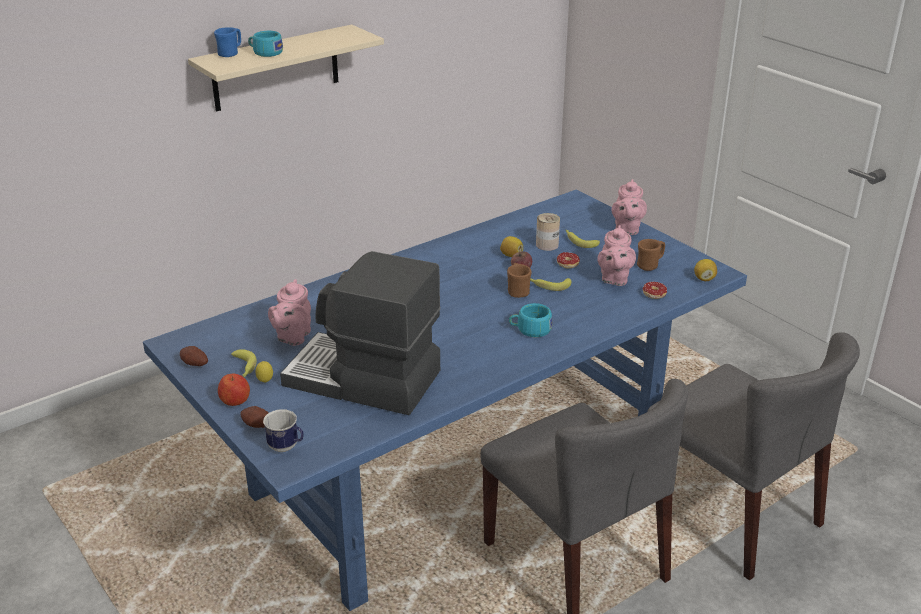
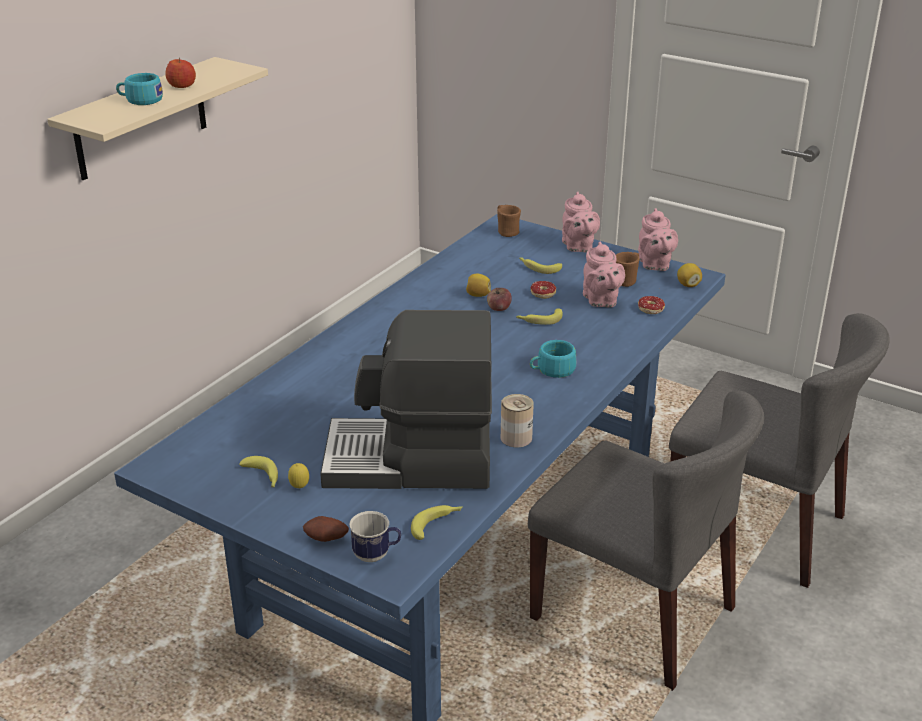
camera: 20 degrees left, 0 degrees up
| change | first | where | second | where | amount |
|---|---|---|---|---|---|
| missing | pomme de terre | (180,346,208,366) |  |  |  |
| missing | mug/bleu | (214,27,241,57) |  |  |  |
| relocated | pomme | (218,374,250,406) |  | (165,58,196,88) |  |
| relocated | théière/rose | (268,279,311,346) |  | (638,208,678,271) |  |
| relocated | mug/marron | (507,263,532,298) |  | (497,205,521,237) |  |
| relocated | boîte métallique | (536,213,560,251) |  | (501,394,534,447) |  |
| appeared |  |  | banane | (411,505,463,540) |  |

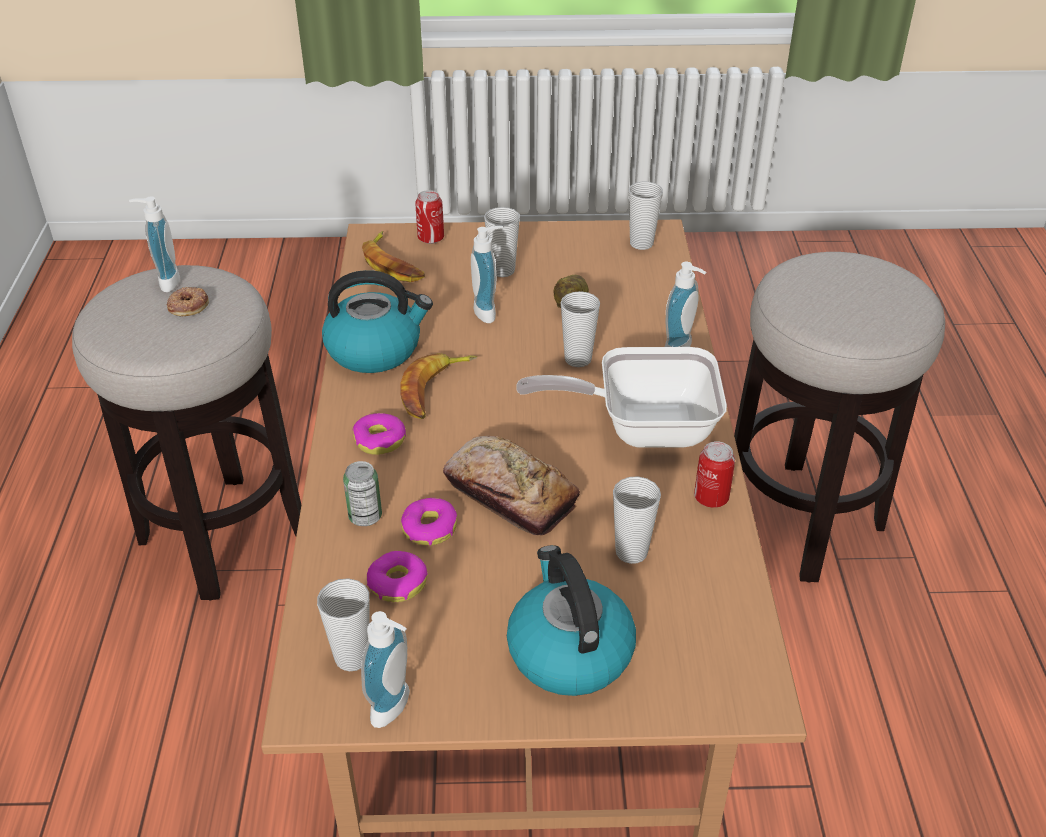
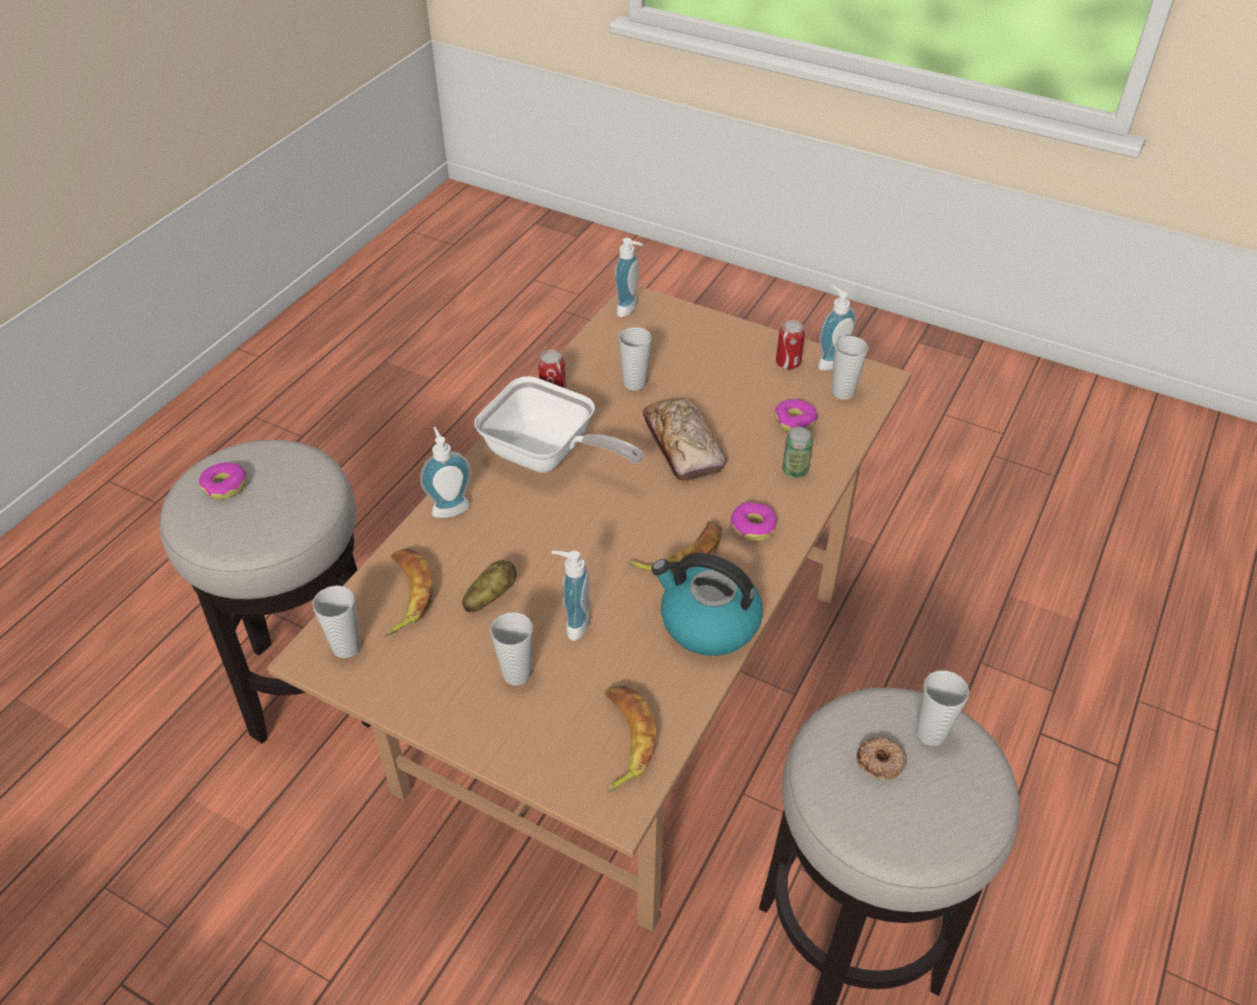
camera: 150 degrees left, 5 degrees up
| change | first | where | second | where | amount |
|---|---|---|---|---|---|
| relocated | distributeur de savon | (129,196,180,292) |  | (615,238,643,317) |  |
| relocated | beignet | (401,498,457,546) |  | (199,462,247,499) |  |
| relocated | boîte métallique | (415,190,444,244) |  | (776,320,805,369) |  |
| missing | bouilloire | (507,545,636,696) |  |  |  |
| relocated | tasse | (561,291,600,367) |  | (916,670,970,746) |  |
| appeared |  |  | banane | (384,549,433,636) |  |

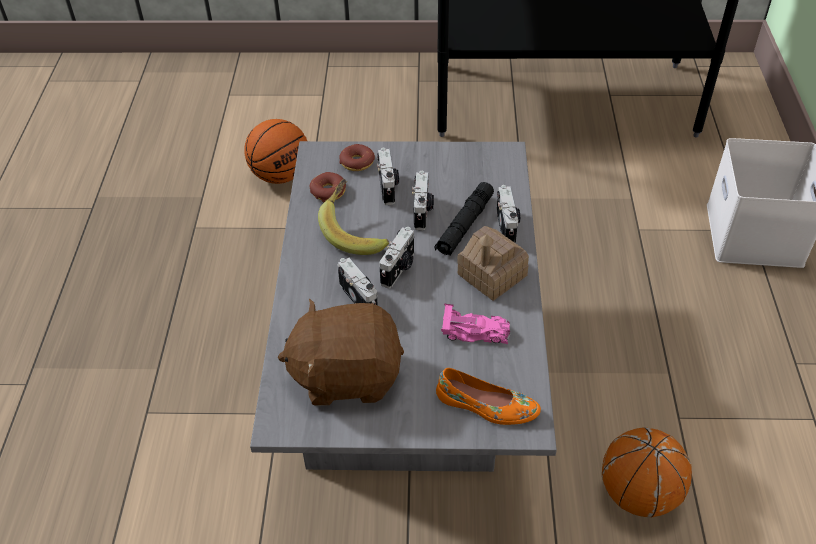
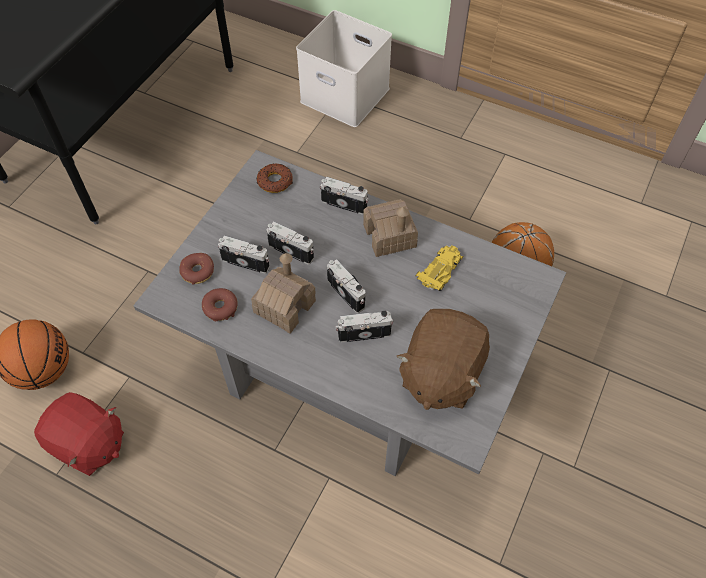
camera: 65 degrees left, 10 degrees up
| change | first | where | second | where | amount |
|---|---|---|---|---|---|
| exchanged | banane | (318,179,389,255) | maison miniature | (251,253,316,334) |  |
| missing | lampe de poche/noir | (434,182,494,256) |  |  |  |
| missing | chaussure/orange | (436,368,541,425) |  |  |  |
| colour | petite voiture/rose | (441,304,510,344) | petite voiture/jaune | (415,245,463,291) |  |
| appeared |  |  | peluche/rouge | (34,392,124,476) |  |
| appeared |  |  | beignet | (257,163,293,193) |  |

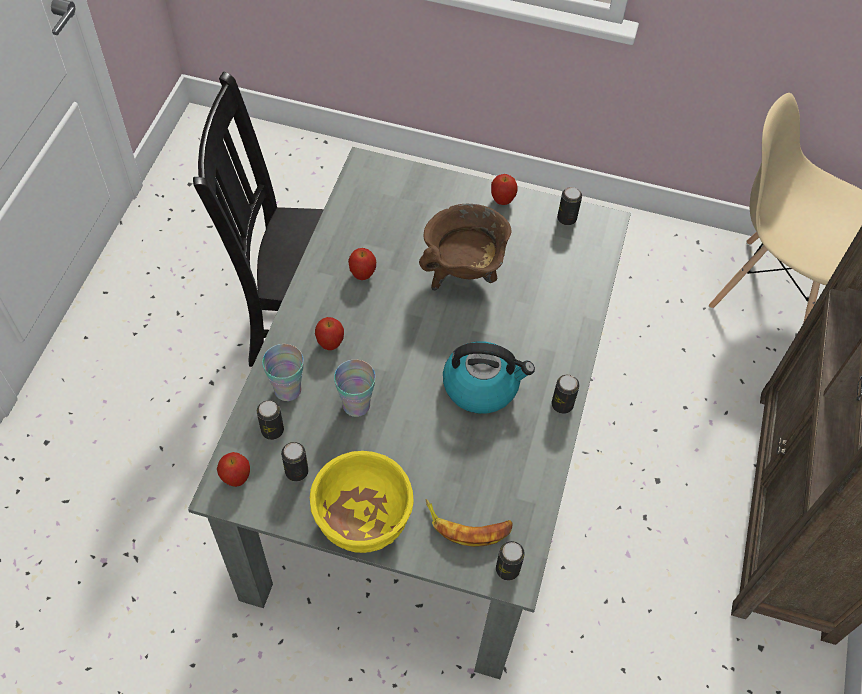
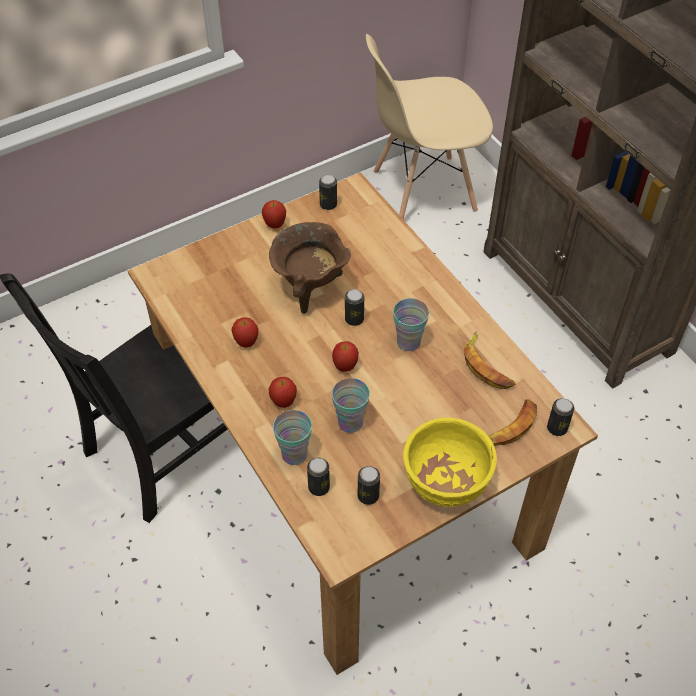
camera: 45 degrees left, 5 degrees down
| change | first | where | second | where | amount |
|---|---|---|---|---|---|
| colour | table à manger/gris | (188,147,631,679) | table à manger/marron | (128,172,598,675) |  |
| relocated | pomme | (217,452,250,487) |  | (332,341,359,372) |  |
| exchanged | bouilloire | (443,341,535,414) | tasse | (393,298,429,351) |  |
| relocated | boîte métallique | (552,375,580,414) |  | (345,289,364,326) |  |
| appeared |  |  | banane | (464,331,515,389) |  |

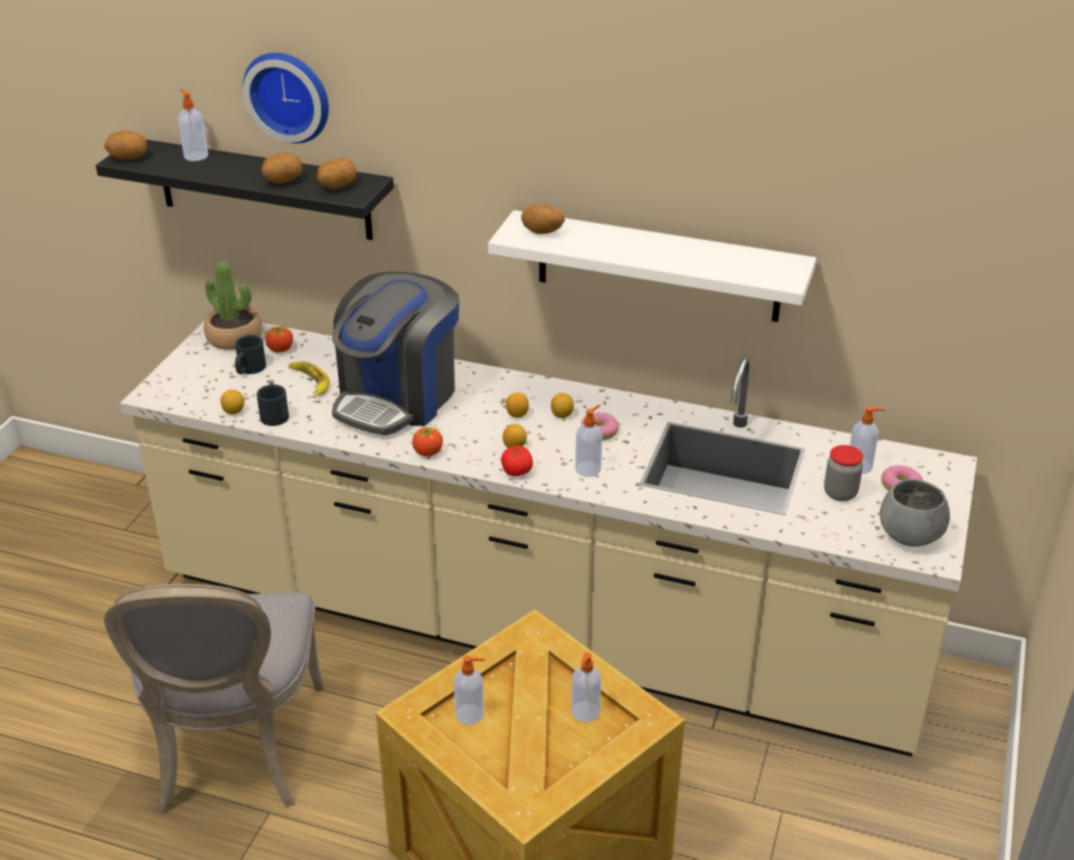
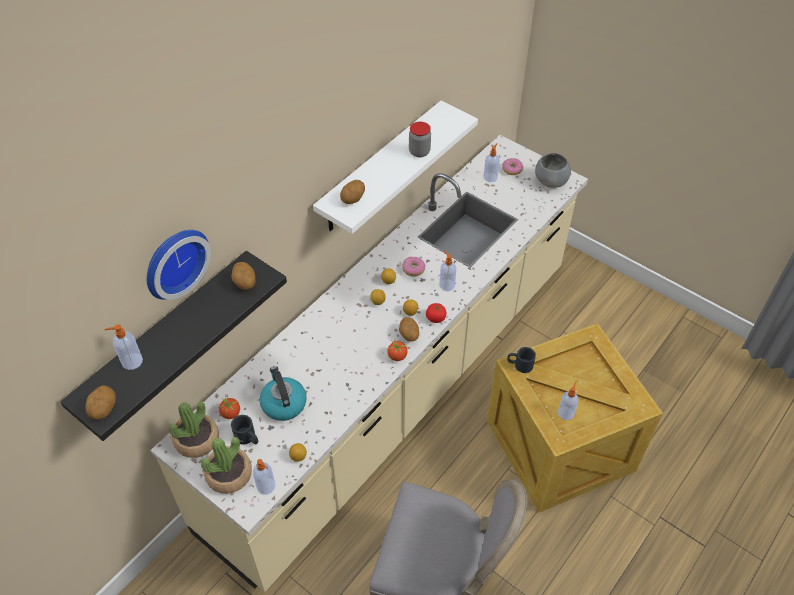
camera: 70 degrees left, 15 degrees up
| change | first | where | second | where | amount |
|---|---|---|---|---|---|
| relocated | mug/noir | (257,383,289,426) |  | (507,347,536,373) |  |
| relocated | pomme de terre | (261,153,302,183) |  | (399,317,419,342) |  |
| exchanged | banane | (288,361,330,398) | bouilloire | (259,366,307,421) |  |
| missing | machine à café | (332,272,459,436) |  |  |  |
| relocated | distributeur de savon | (571,652,601,722) |  | (253,459,276,495) |  |
| relocated | bocal | (824,445,863,501) |  | (409,122,431,157) |  |
| appeared |  |  | plante en pot | (201,437,252,494) |  |

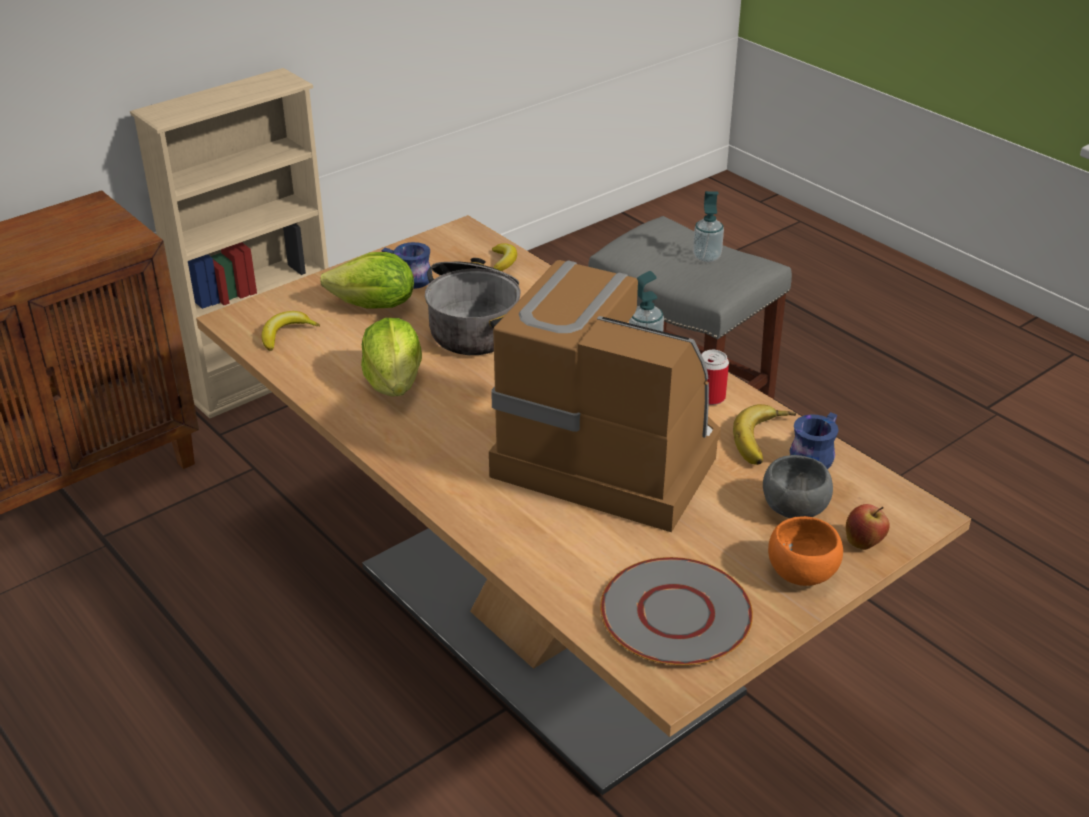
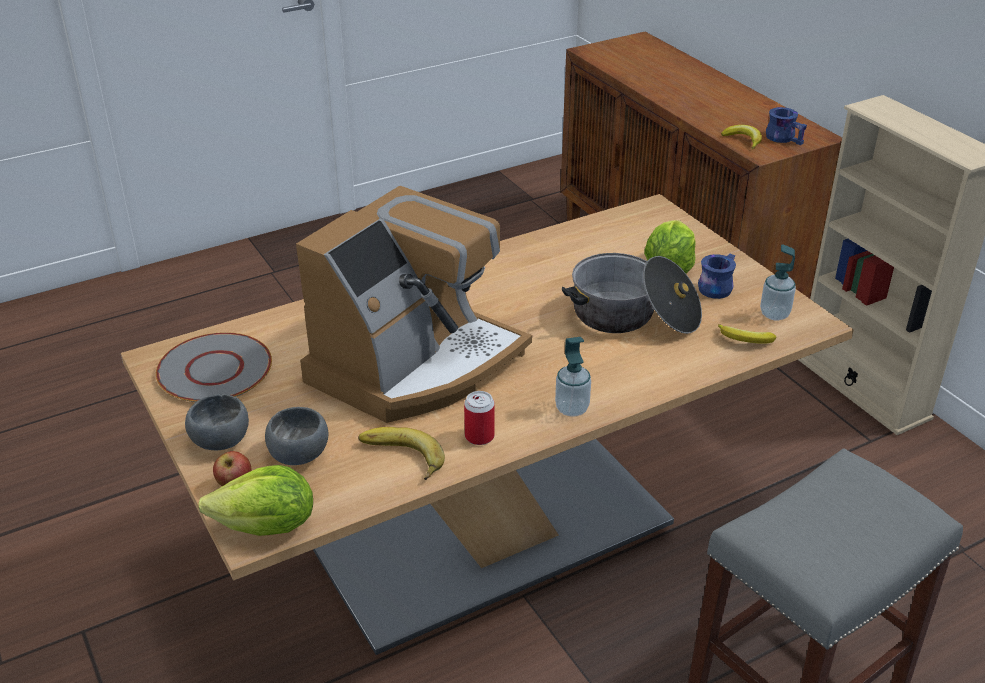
camera: 100 degrees right, 0 degrees up
| change | first | where | second | where | amount |
|---|---|---|---|---|---|
| relocated | banane | (262,311,320,351) |  | (721,125,762,150) |  |
| relocated | laitue | (361,318,422,396) |  | (198,465,313,536) |  |
| relocated | distributeur de savon | (693,191,724,263) |  | (760,244,796,320) |  |
| colour | bol/orange | (768,516,843,586) | bol/gris | (185,394,249,451) |  |
| relocated | mug/bleu | (789,412,839,469) |  | (766,107,807,145) |  |

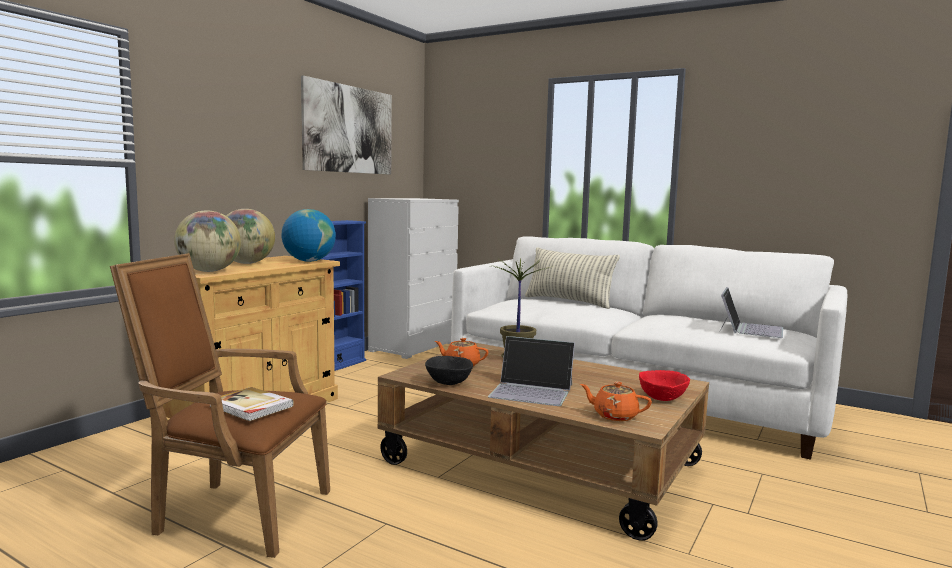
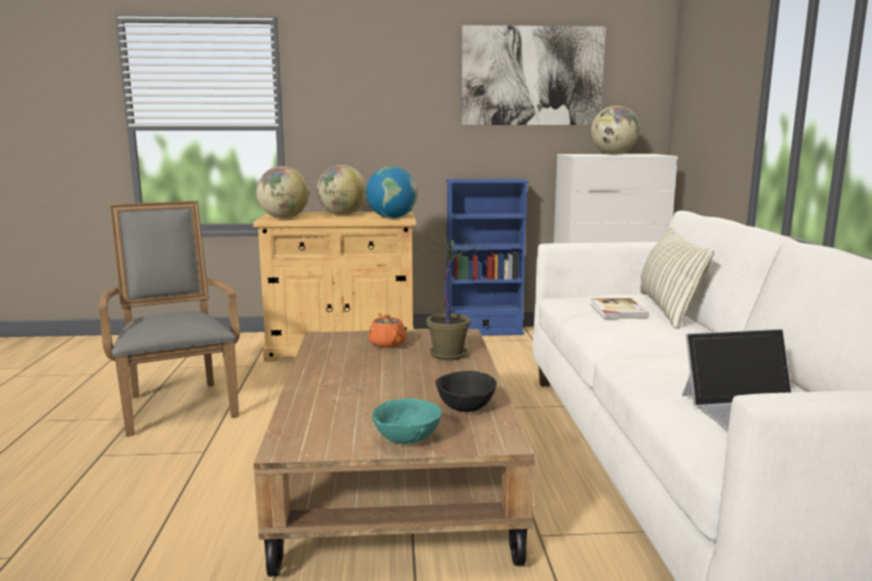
camera: 55 degrees right, 5 degrees up
| change | first | where | second | where | amount |
|---|---|---|---|---|---|
| colour | fauteuil/marron | (110,253,330,558) | fauteuil/gris | (99,201,240,437) |  |
| relocated | livre | (209,387,294,421) |  | (590,298,649,319) |  |
| relocated | bol/noir | (425,356,473,385) |  | (436,371,497,412) |  |
| missing | ordinateur portable | (488,336,575,406) |  |  |  |
| missing | théière/orange | (580,382,652,421) |  |  |  |
| colour | bol/rouge | (639,370,690,401) | bol/turquoise | (372,398,442,444) |  |
| appeared |  |  | globe | (591,106,640,155) |  |

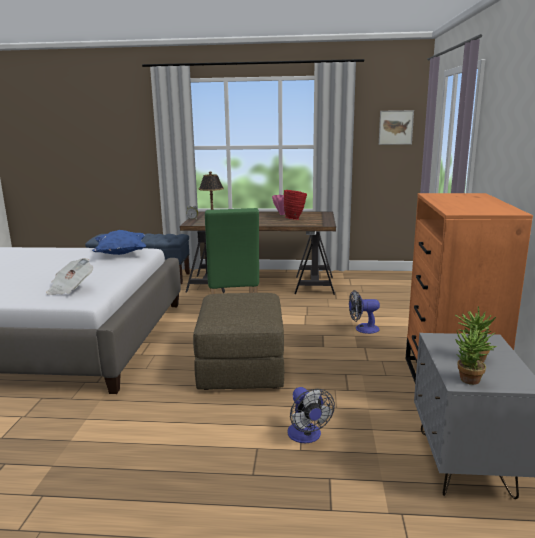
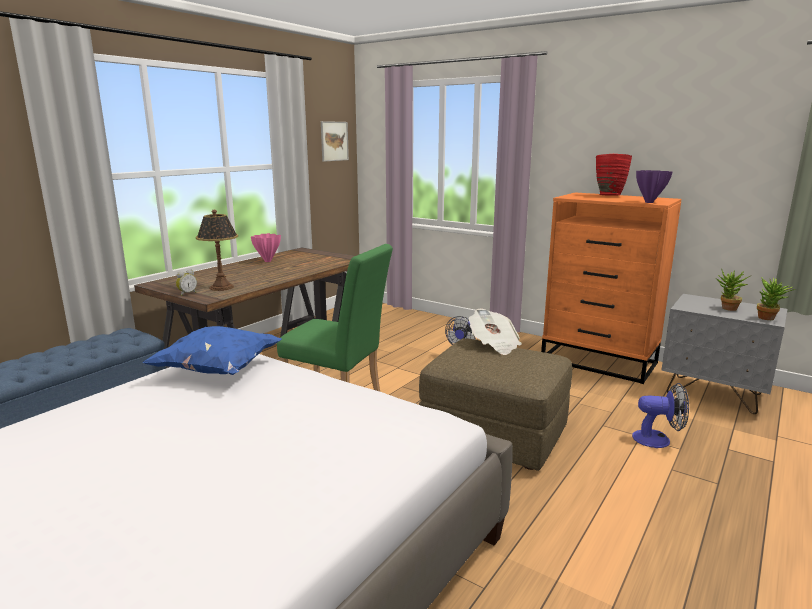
camera: 60 degrees left, 0 degrees up
| change | first | where | second | where | amount |
|---|---|---|---|---|---|
| relocated | journal | (46,258,93,295) |  | (468,309,522,355) |  |
| relocated | vase/rouge | (284,190,307,220) |  | (596,154,632,196) |  |
| appeared |  |  | vase/violet | (636,170,672,203) |  |

